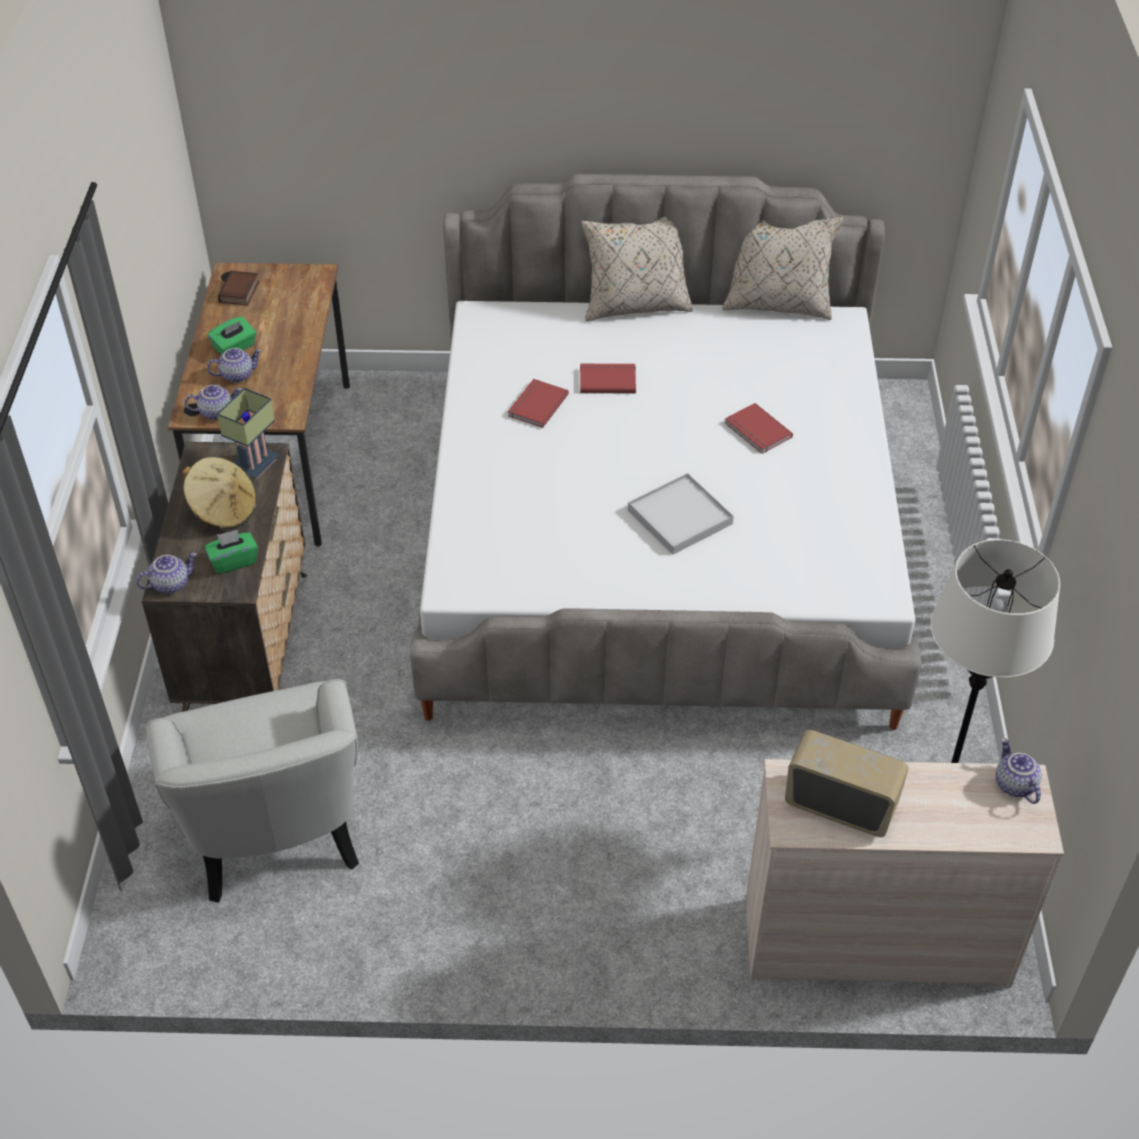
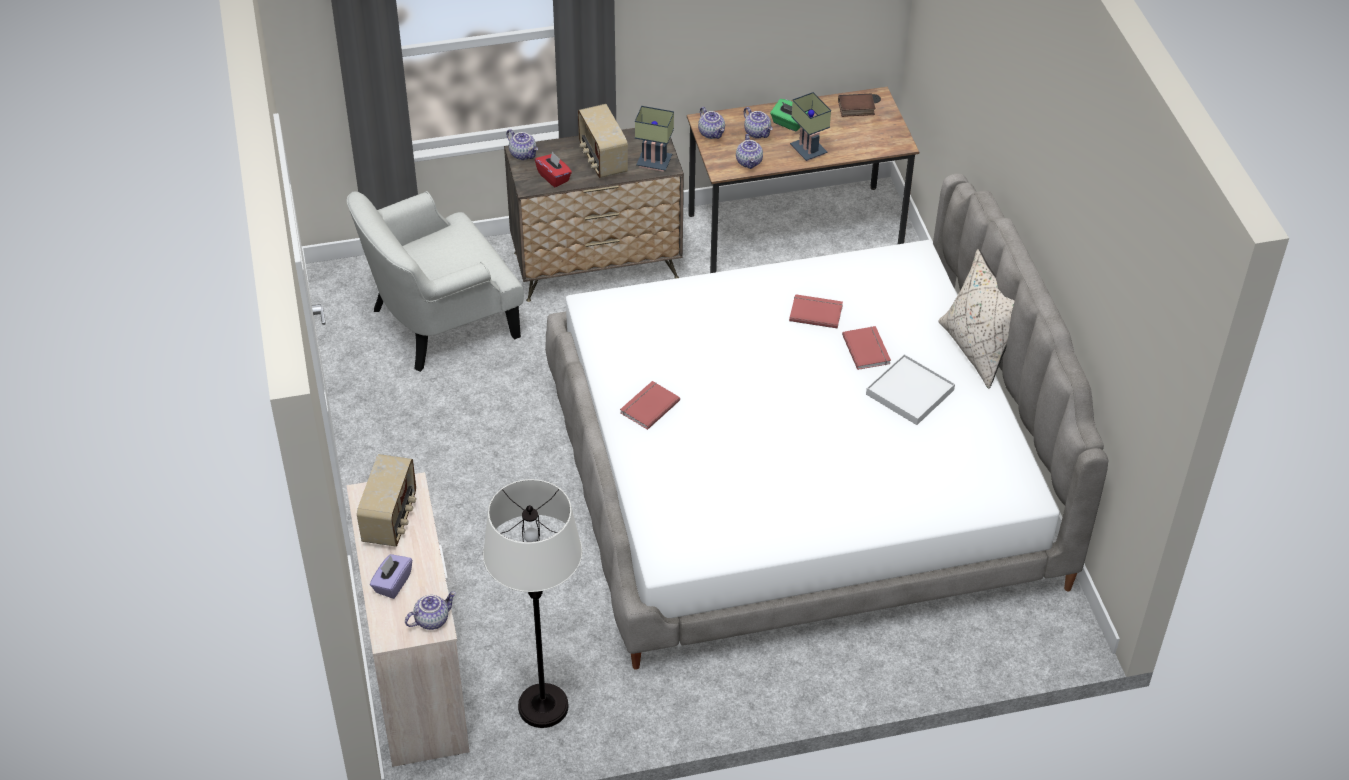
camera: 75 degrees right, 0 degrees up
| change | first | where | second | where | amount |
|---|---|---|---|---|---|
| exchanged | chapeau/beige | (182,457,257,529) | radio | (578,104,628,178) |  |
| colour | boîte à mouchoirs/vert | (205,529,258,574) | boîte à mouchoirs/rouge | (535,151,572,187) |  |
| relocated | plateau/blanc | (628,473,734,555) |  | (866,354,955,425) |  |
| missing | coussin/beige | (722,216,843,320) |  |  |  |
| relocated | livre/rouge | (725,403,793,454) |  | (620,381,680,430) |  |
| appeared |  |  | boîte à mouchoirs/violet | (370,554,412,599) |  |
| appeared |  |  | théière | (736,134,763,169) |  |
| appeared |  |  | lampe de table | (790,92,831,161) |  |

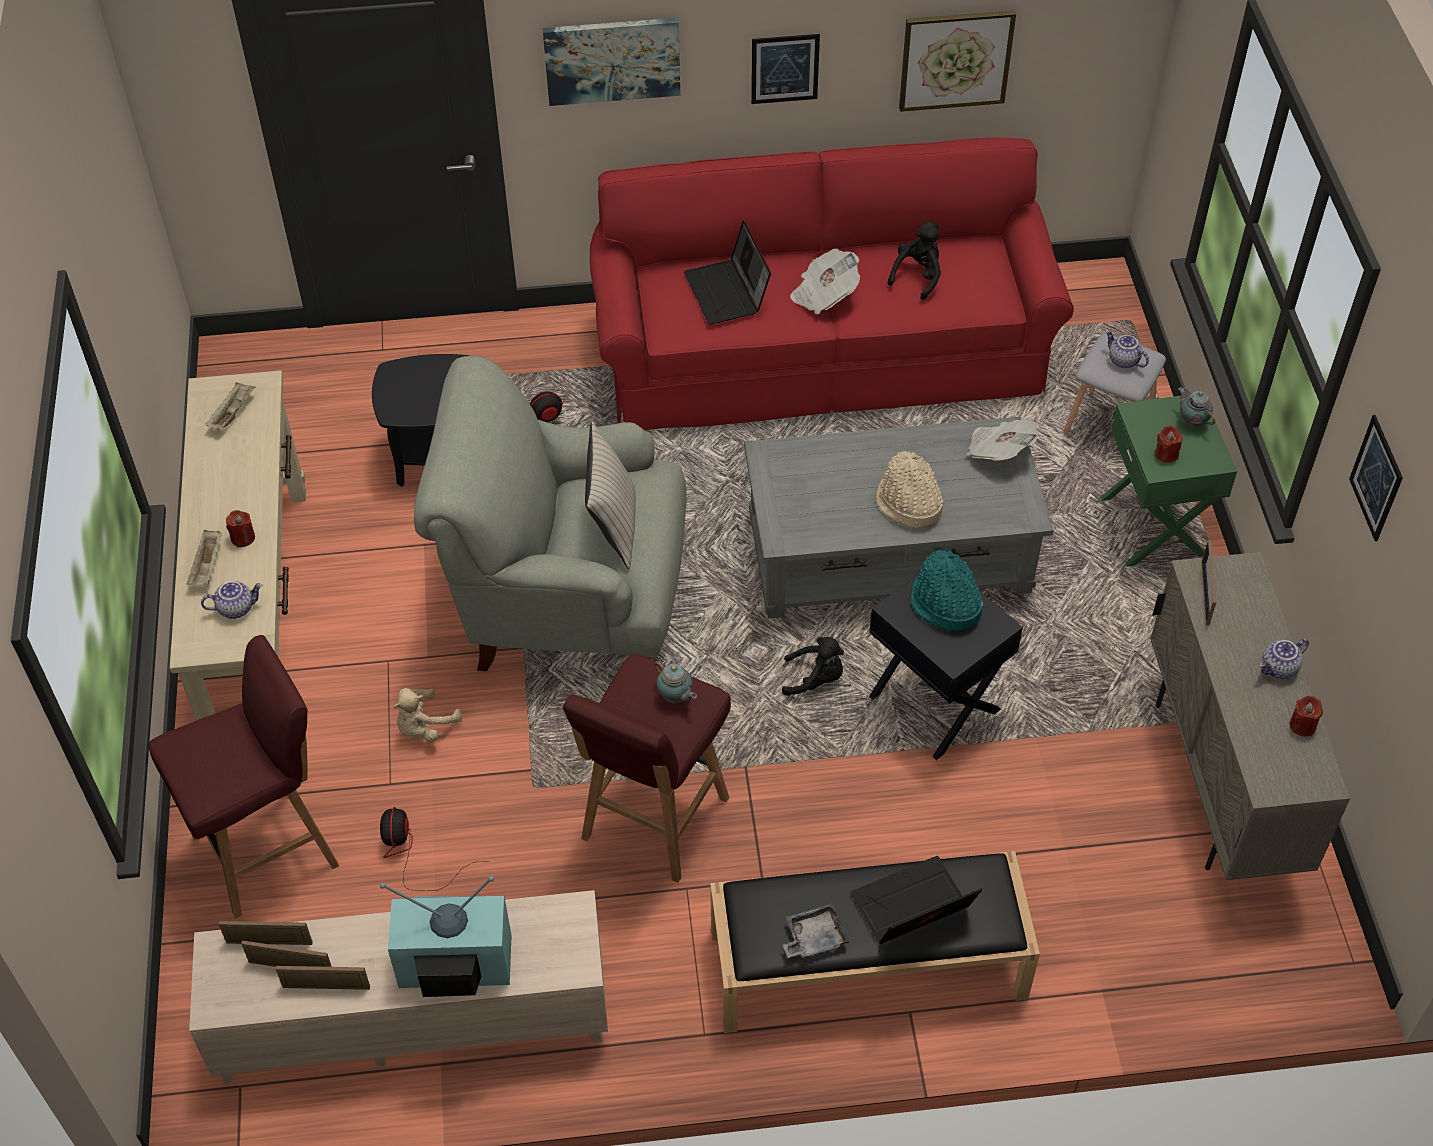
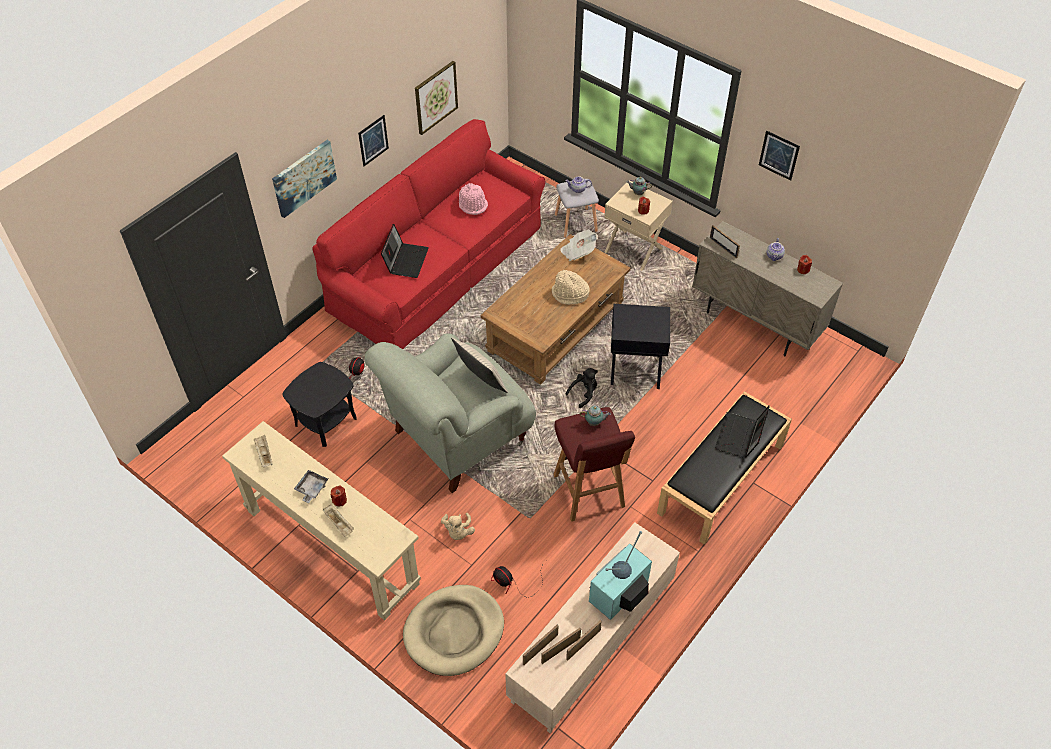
camera: 45 degrees left, 0 degrees up
| change | first | where | second | where | amount |
|---|---|---|---|---|---|
| exchanged | tabouret/rouge | (148,635,339,918) | panier pour chien/beige | (403,585,504,676) |  |
| missing | théière | (201,581,263,619) |  |  |  |
| spun | ordinateur portable | (684,221,771,325) |  | (381,224,429,278) | 105 degrees counterclockwise |
| colour | table basse/gris | (744,417,1053,618) | table basse/marron | (480,234,631,385) |  |
| relocated | plateau/gris | (783,903,849,958) |  | (294,470,328,503) |  |
| missing | journal | (790,248,860,314) |  |  |  |
| exchanged | peluche/noir | (888,221,941,300) | chapeau/rose | (459,183,488,215) |  |
| missing | chapeau/turquoise | (910,550,983,631) |  |  |  |
| colour | table d'appoint/vert | (1100,394,1237,567) | table d'appoint/beige | (604,181,673,271) |  |

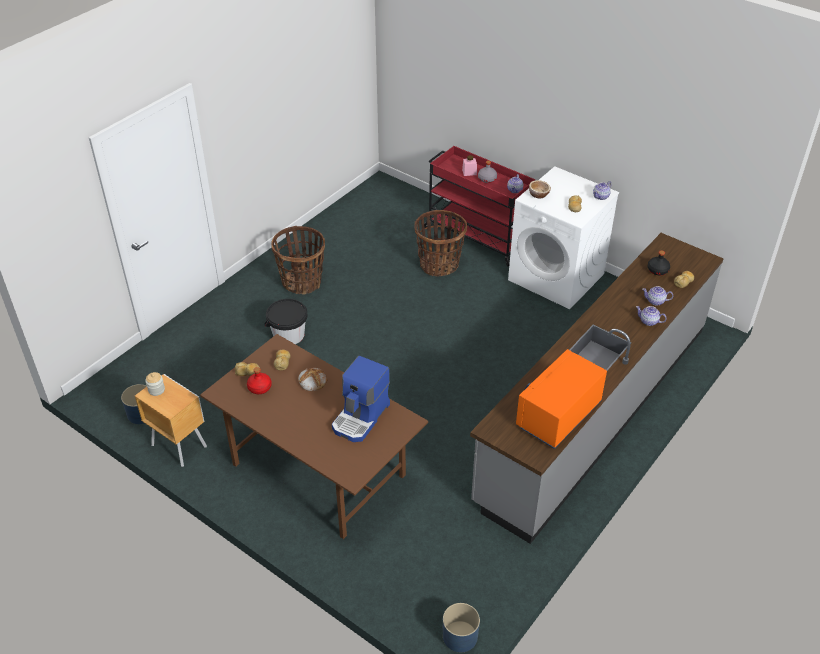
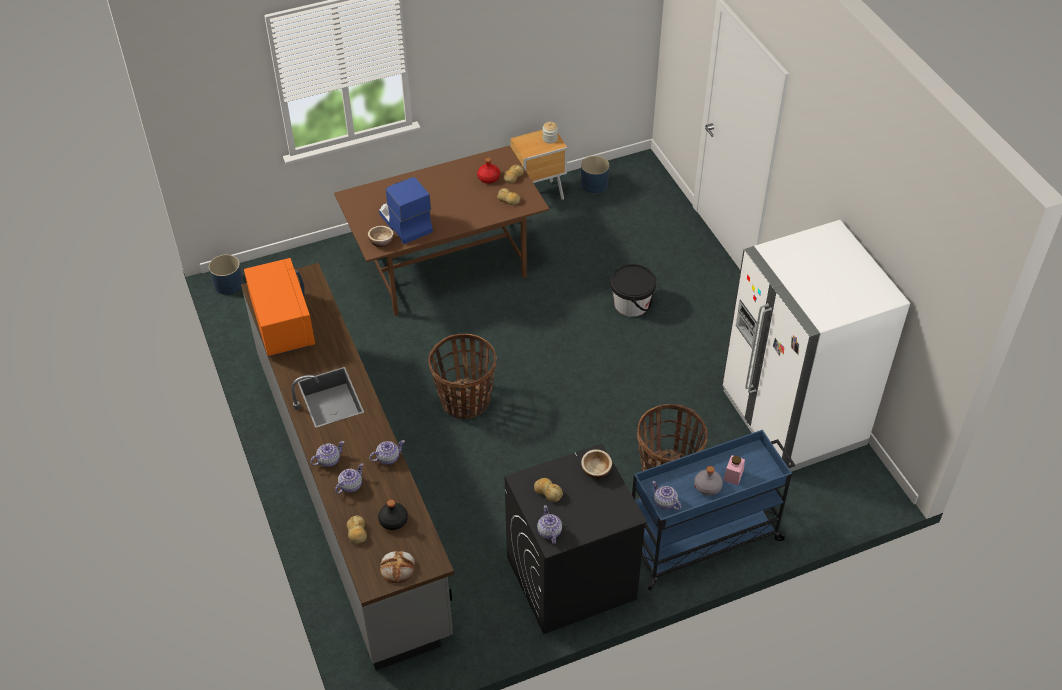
camera: 120 degrees right, 5 degrees up
| change | first | where | second | where | amount |
|---|---|---|---|---|---|
| relocated | panier | (271,226,325,295) |  | (428,334,497,419) |  |
| relocated | pain | (298,368,327,391) |  | (380,551,415,583) |  |
| colour | chariot/rouge | (424,146,536,266) | chariot/bleu | (632,430,795,591) |  |
| colour | lave-linge/blanc | (508,166,619,309) | lave-linge/noir | (505,443,647,634) |  |
| appeared |  |  | bol | (368,226,394,247) |  |
| appeared |  |  | théière | (369,440,405,465) |  |
| appeared |  |  | réfrigérateur/blanc | (722,220,910,472) |  |

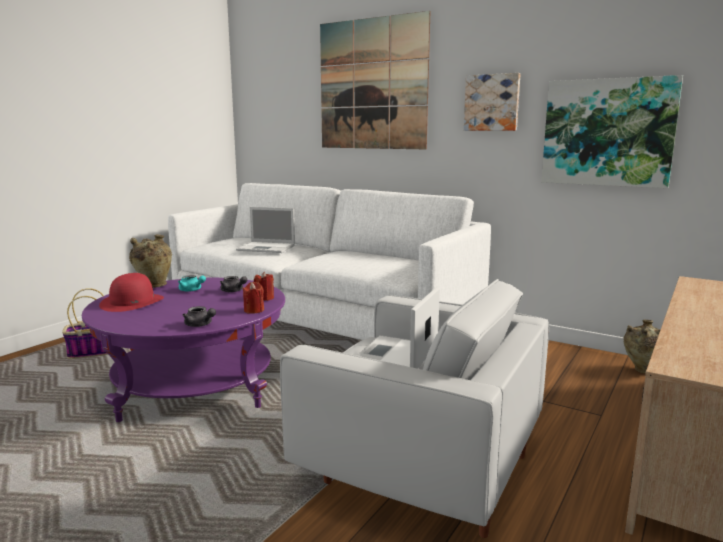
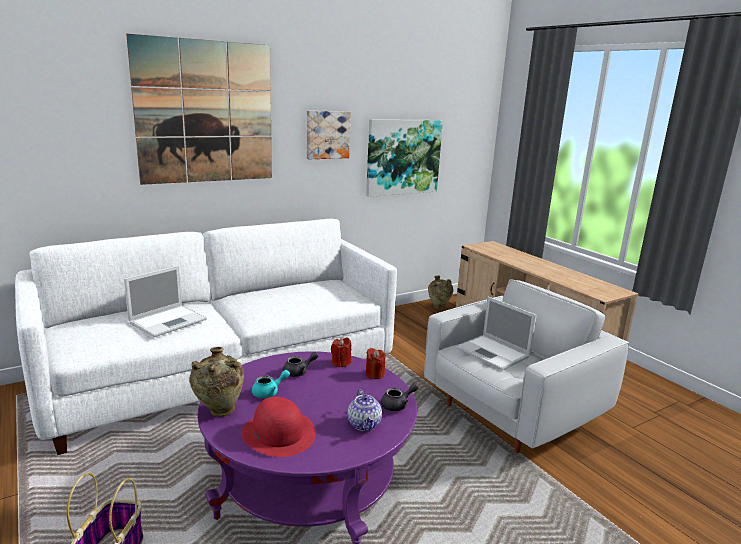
camera: 65 degrees left, 5 degrees up
| change | first | where | second | where | amount |
|---|---|---|---|---|---|
| appeared |  |  | théière | (348,389,382,431) |  |

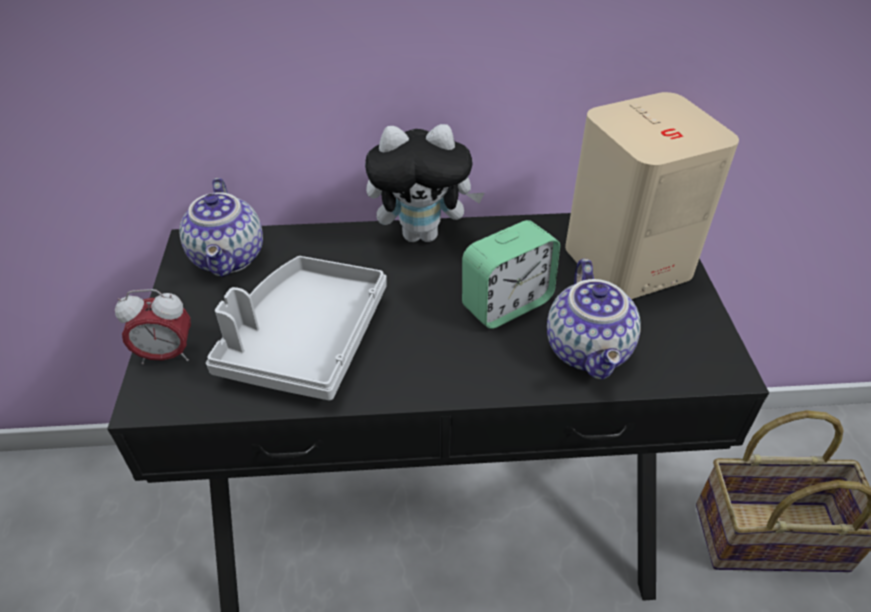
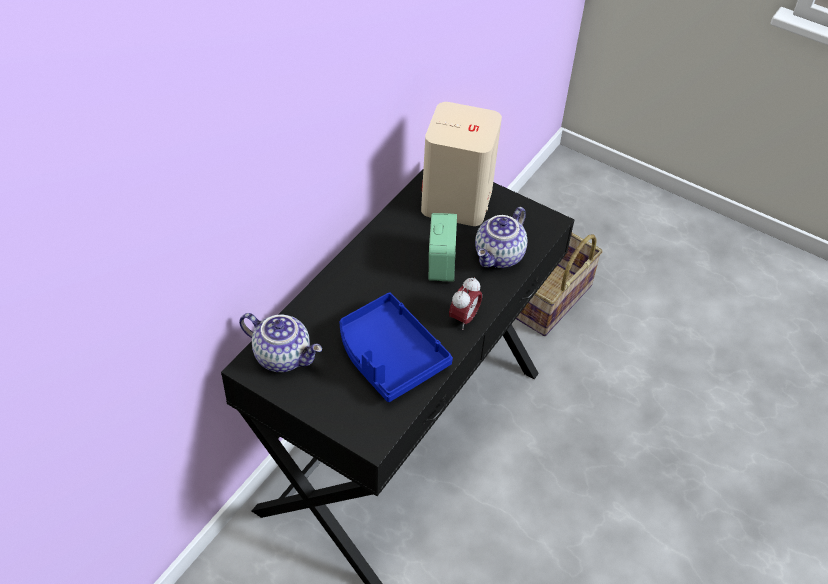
camera: 55 degrees left, 5 degrees up
| change | first | where | second | where | amount |
|---|---|---|---|---|---|
| relocated | réveil | (115,289,191,364) |  | (449,277,482,330) |  |
| colour | plateau/gris | (206,256,387,401) | plateau/bleu | (339,292,453,402) |  |
| missing | peluche | (365,124,484,242) |  |  |  |
| spun | théière | (547,259,641,380) |  | (475,207,527,268) | 90 degrees clockwise |

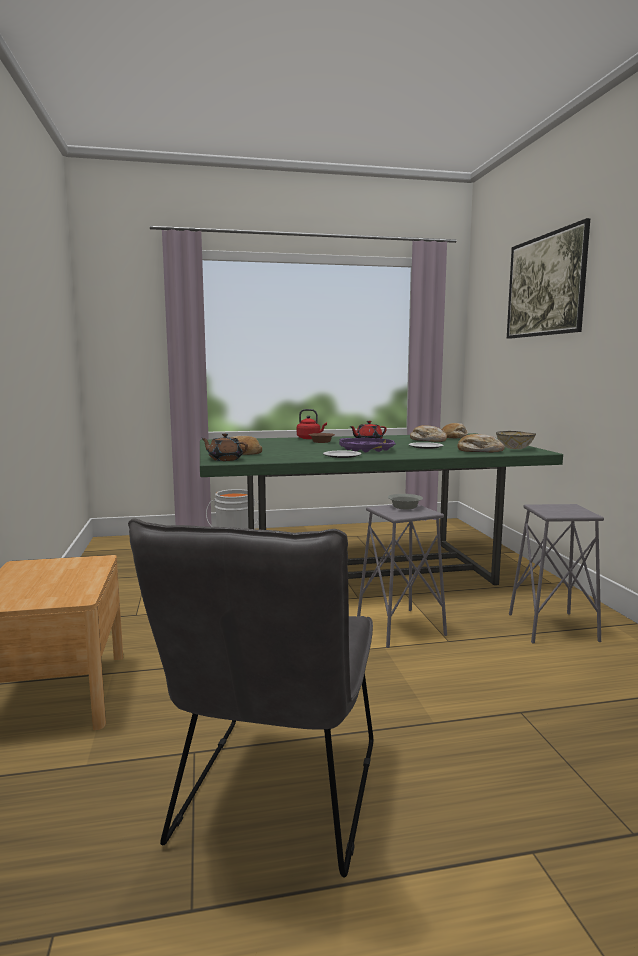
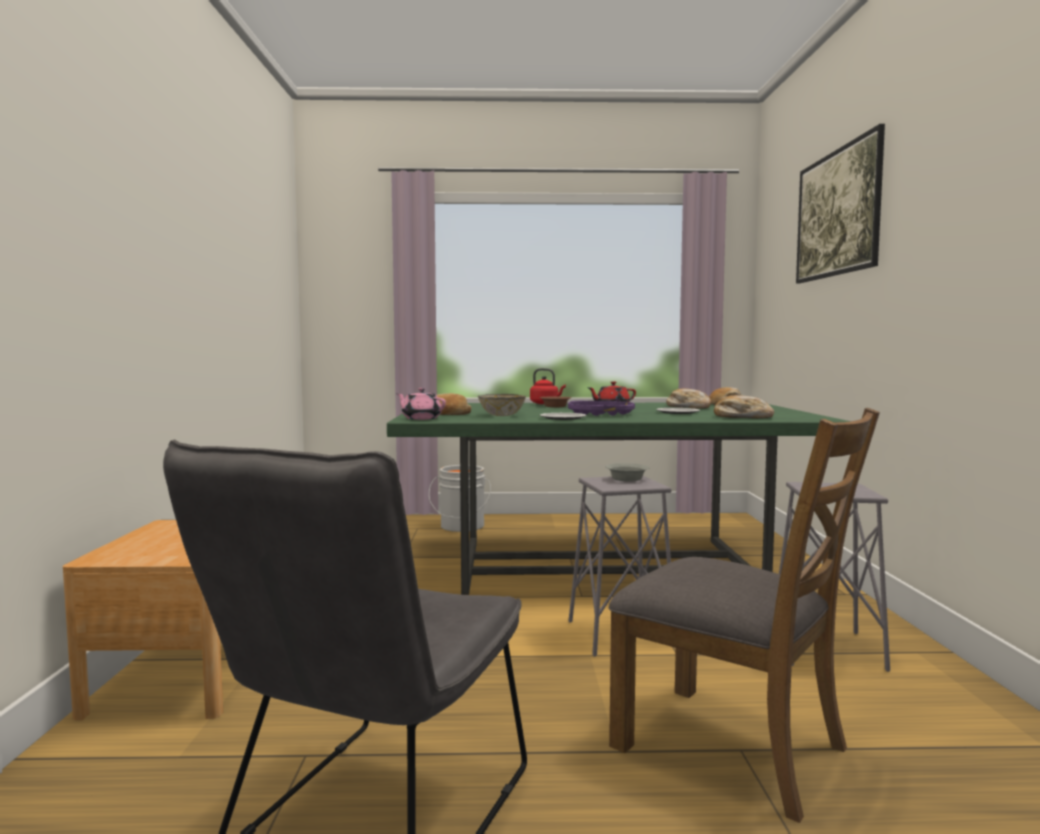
camera: 10 degrees right, 5 degrees down
| change | first | where | second | where | amount |
|---|---|---|---|---|---|
| colour | théière/marron | (201,433,248,461) | théière/rose | (396,388,446,420) |  |
| relocated | bol | (496,431,536,449) |  | (478,394,526,416) |  |
| appeared |  |  | chaise/marron | (608,408,880,823) |  |

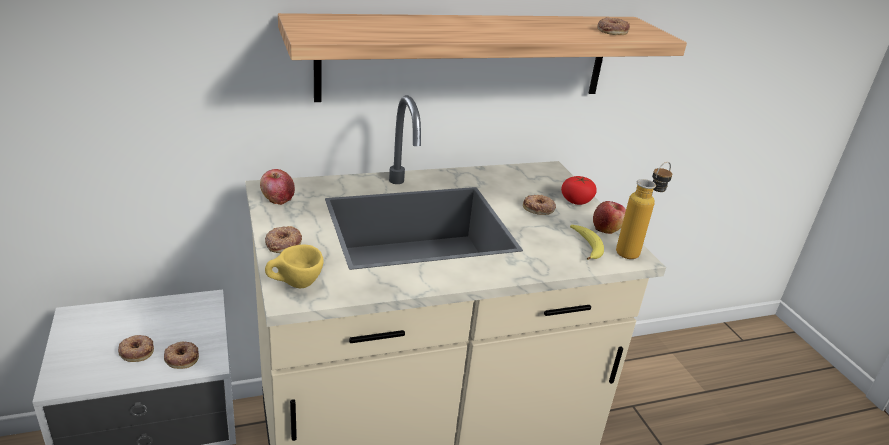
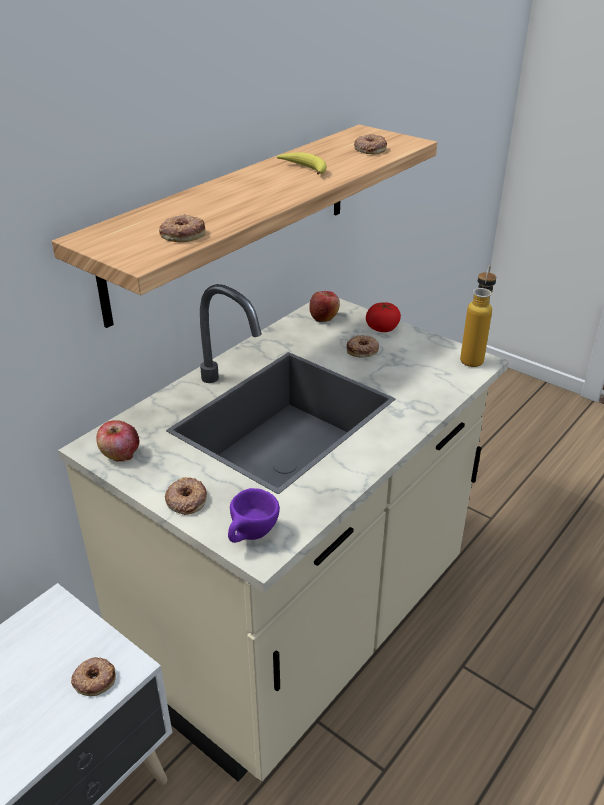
camera: 30 degrees left, 5 degrees up
| change | first | where | second | where | amount |
|---|---|---|---|---|---|
| relocated | beignet | (118,335,154,362) |  | (159,214,206,242) |  |
| colour | tasse/jaune | (265,244,324,288) | tasse/violet | (228,488,280,543) |  |
| relocated | banane | (570,225,604,260) |  | (277,153,327,175) |  |
| relocated | pomme | (593,201,626,234) |  | (309,291,340,322) |  |

